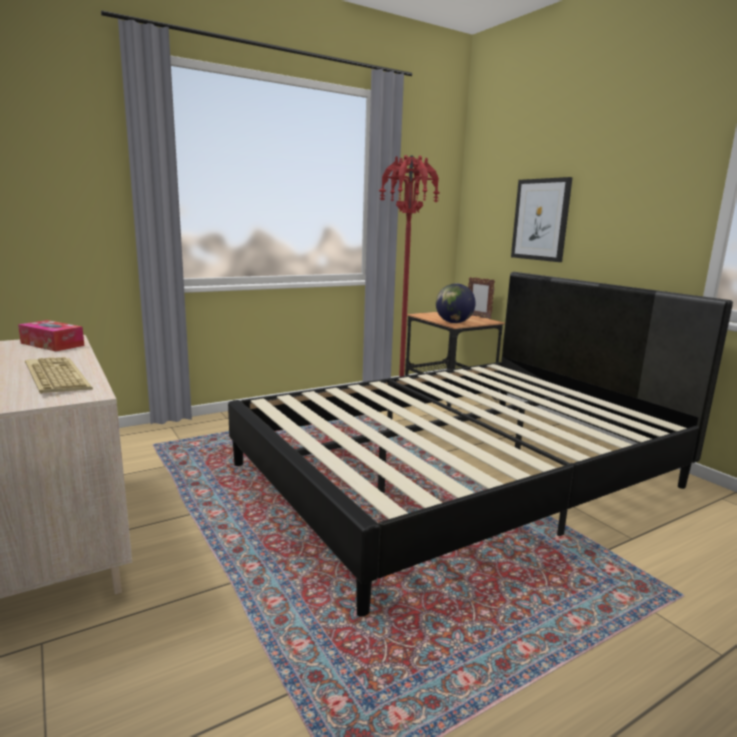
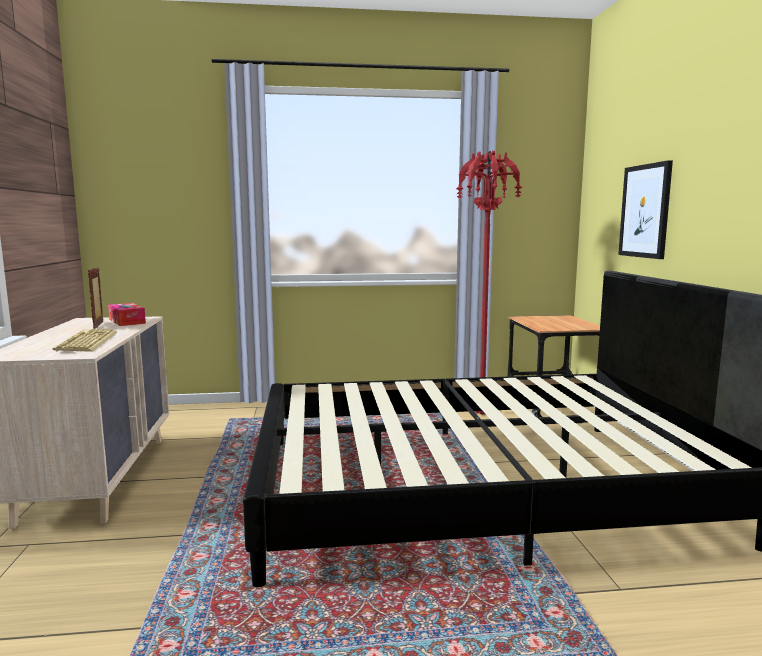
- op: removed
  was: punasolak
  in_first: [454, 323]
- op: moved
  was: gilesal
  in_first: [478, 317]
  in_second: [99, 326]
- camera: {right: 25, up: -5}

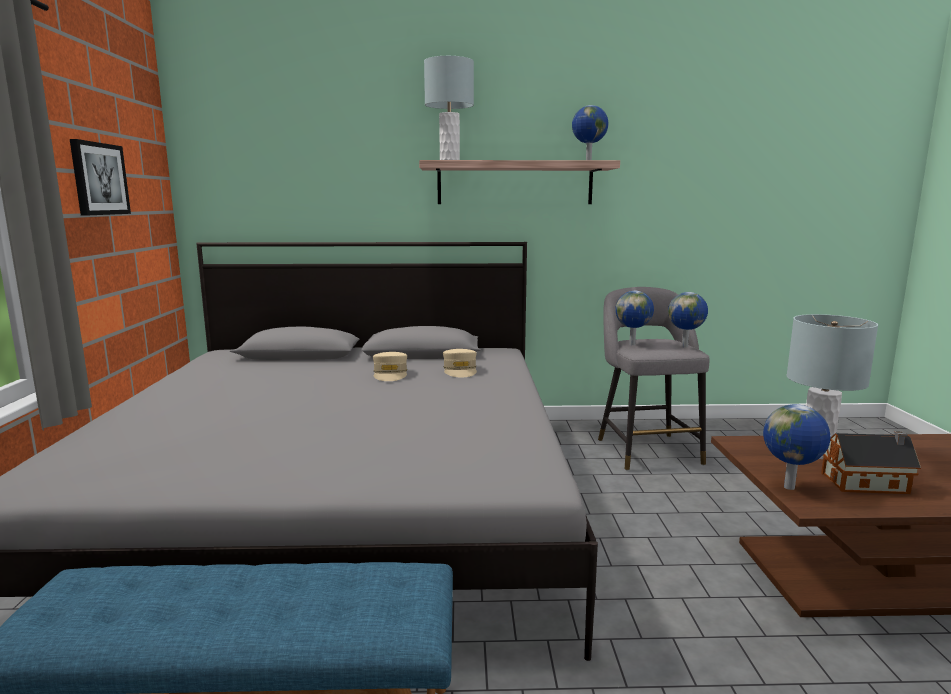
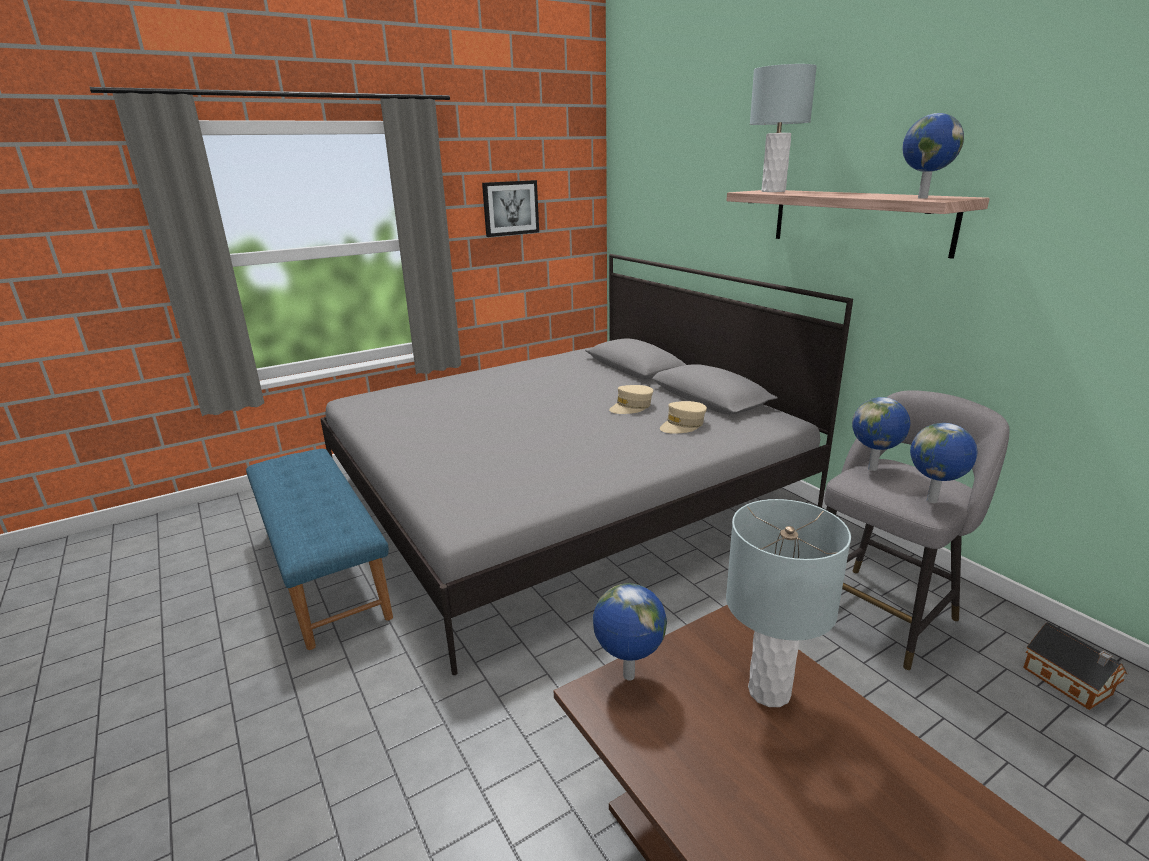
- op: moved
  was: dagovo
  in_first: [868, 483]
  in_second: [1069, 683]
- camera: {right: 60, up: 10}

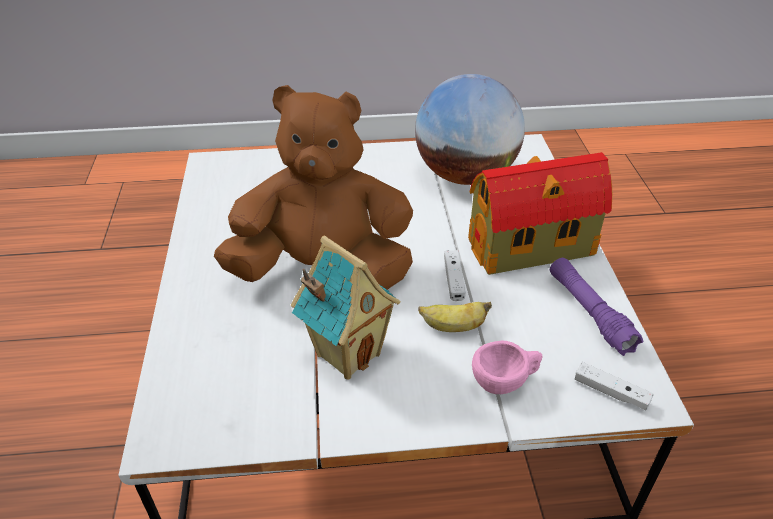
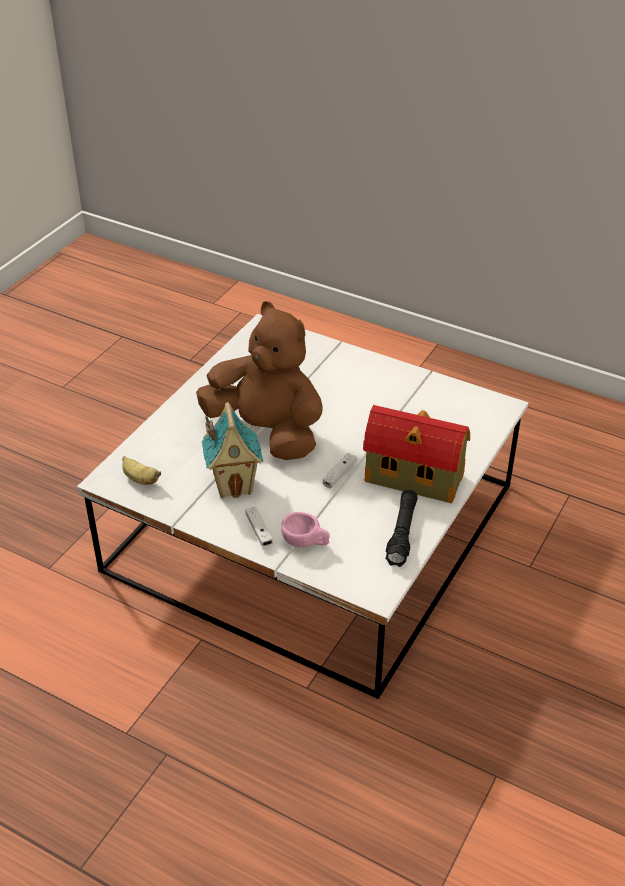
- op: removed
  was: punasolak
  in_first: [465, 175]
- op: moved
  was: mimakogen
  in_first: [453, 327]
  in_second: [140, 479]
- op: moved
  was: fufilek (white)
  in_first: [610, 392]
  in_second: [259, 531]
- op: recoloured
  was: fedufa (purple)
  now: fedufa (black)
  in_first: [589, 312]
  in_second: [402, 533]
- camera: {right: 35, up: 0}

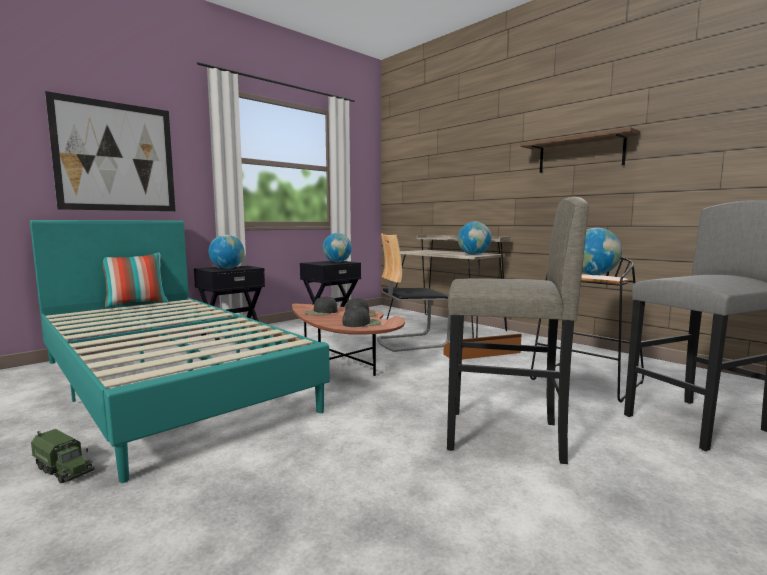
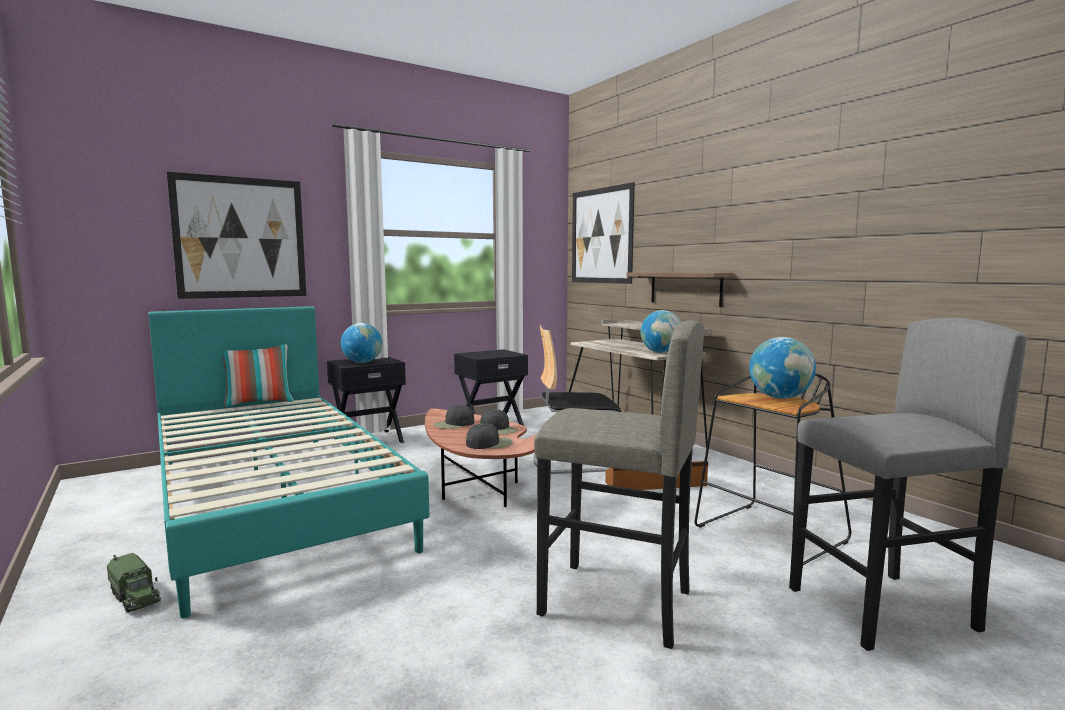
- op: removed
  was: punasolak
  in_first: [337, 262]
- op: added
  now: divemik
  in_second: [601, 236]
- op: moved
  was: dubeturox
  in_first: [580, 154]
  in_second: [685, 288]
- camera: {right: 10, up: 0}

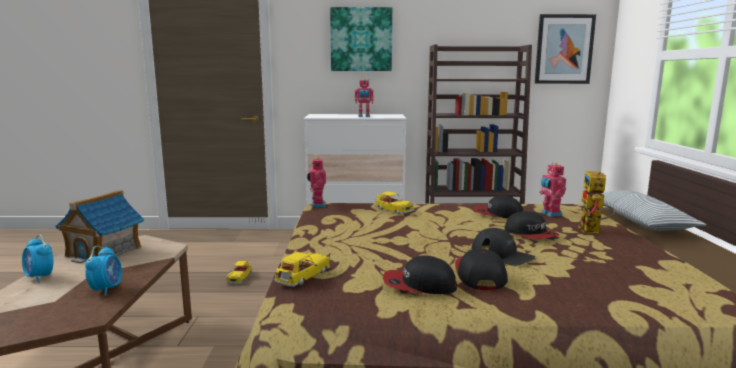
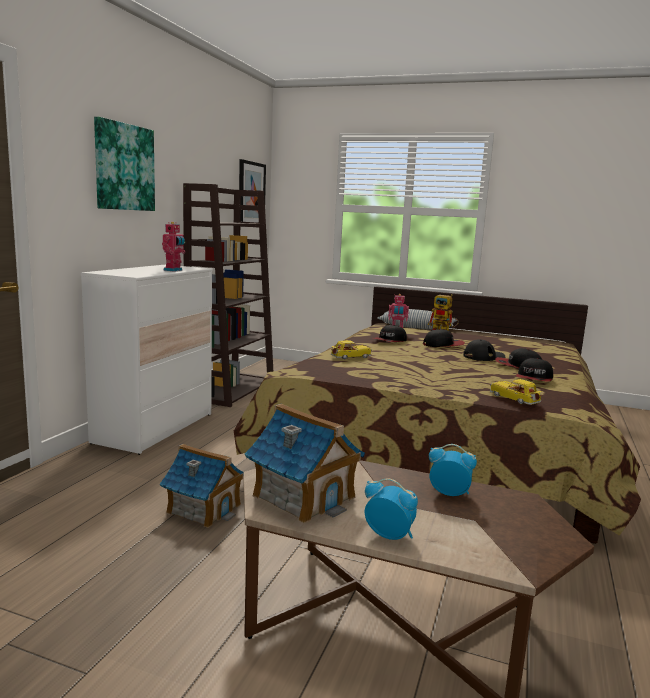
- op: removed
  was: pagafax
  in_first: [317, 205]
- op: replaced
  was: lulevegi
  now: dagovo
  in_first: [239, 277]
  in_second: [204, 508]
- op: turned
  was: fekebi
  in_first: [40, 277]
  in_second: [389, 535]
  clockwise: -120
- camera: {right: -70, up: 0}

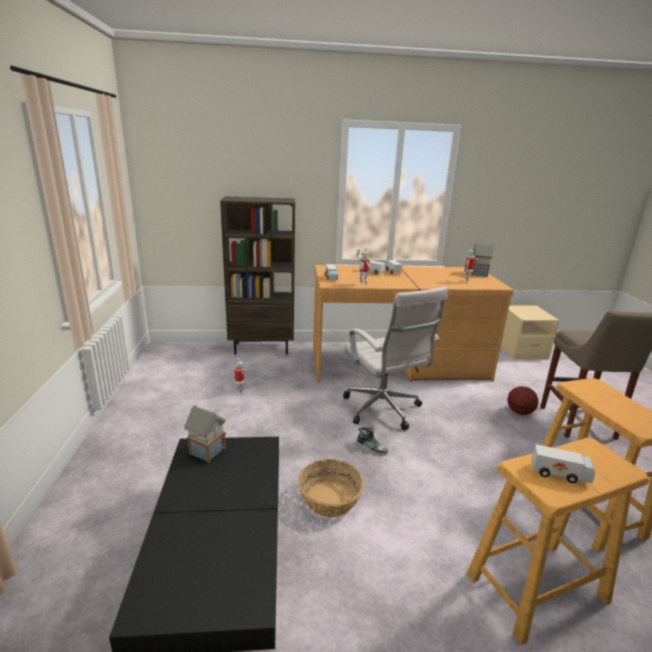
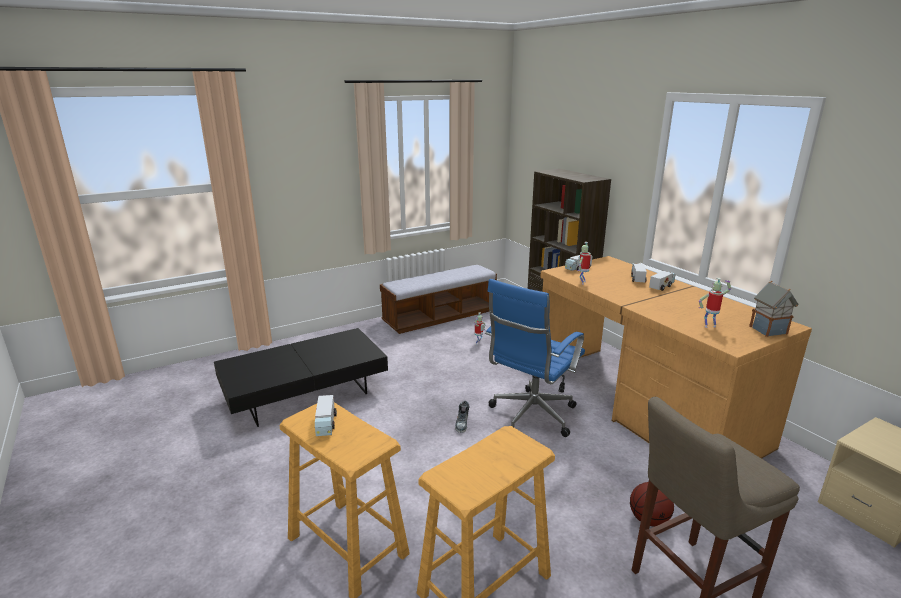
- op: removed
  was: dagovo
  in_first: [206, 451]
- op: removed
  was: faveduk
  in_first: [330, 499]
- op: added
  now: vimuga
  in_second: [440, 317]
- op: recoloured
  was: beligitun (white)
  now: beligitun (blue)
  in_first: [383, 410]
  in_second: [530, 416]
- camera: {right: 65, up: 0}

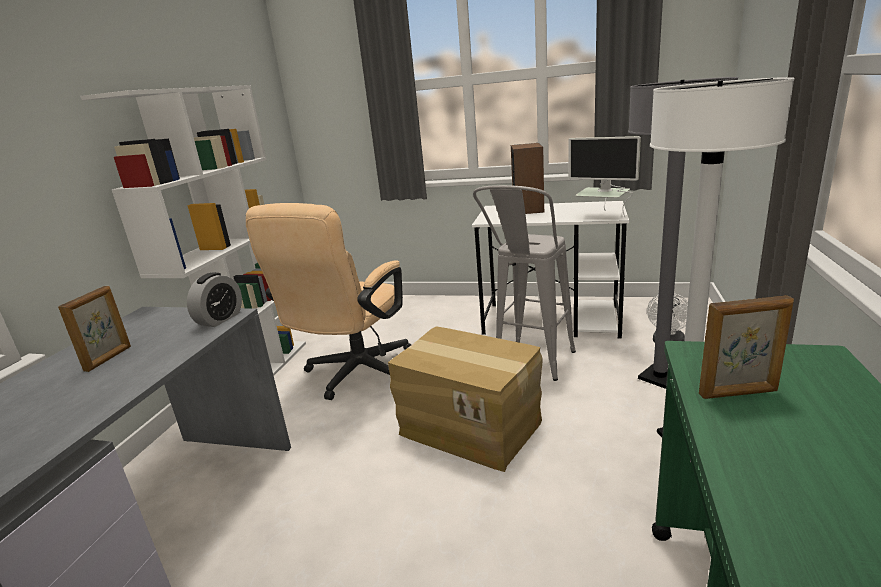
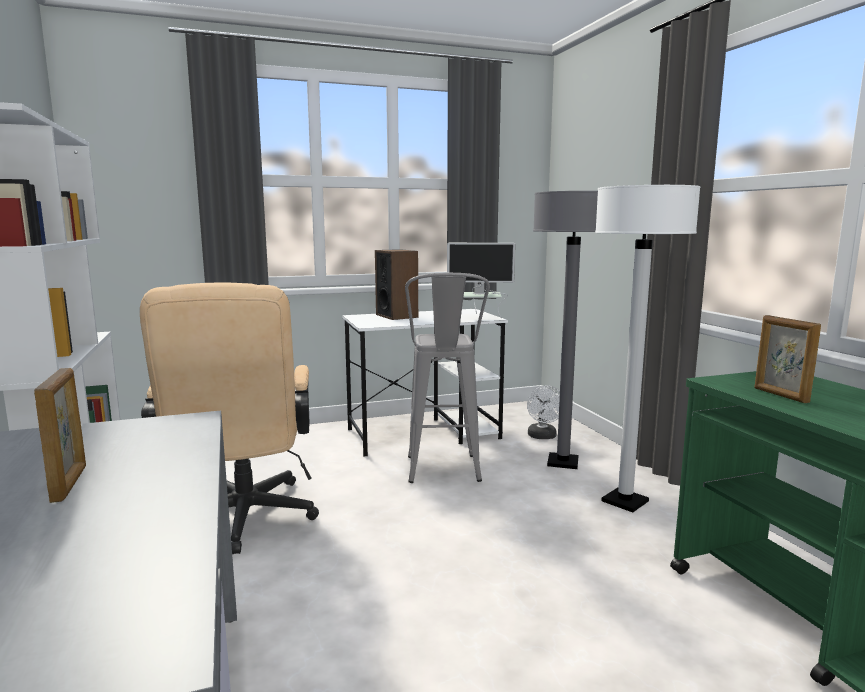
- op: removed
  was: fekebi
  in_first: [220, 319]
- op: removed
  was: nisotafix
  in_first: [471, 426]
- op: turned
  was: gilesal
  in_first: [738, 393]
  in_second: [780, 395]
  clockwise: 105
- camera: {right: -35, up: -10}

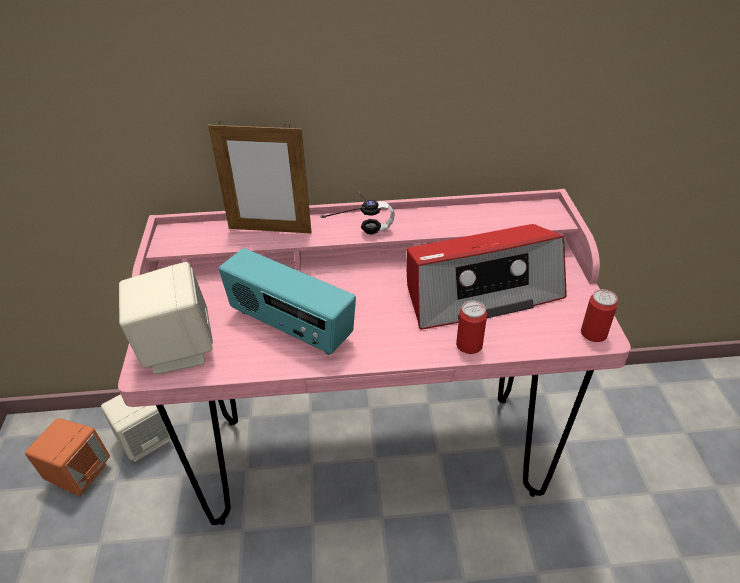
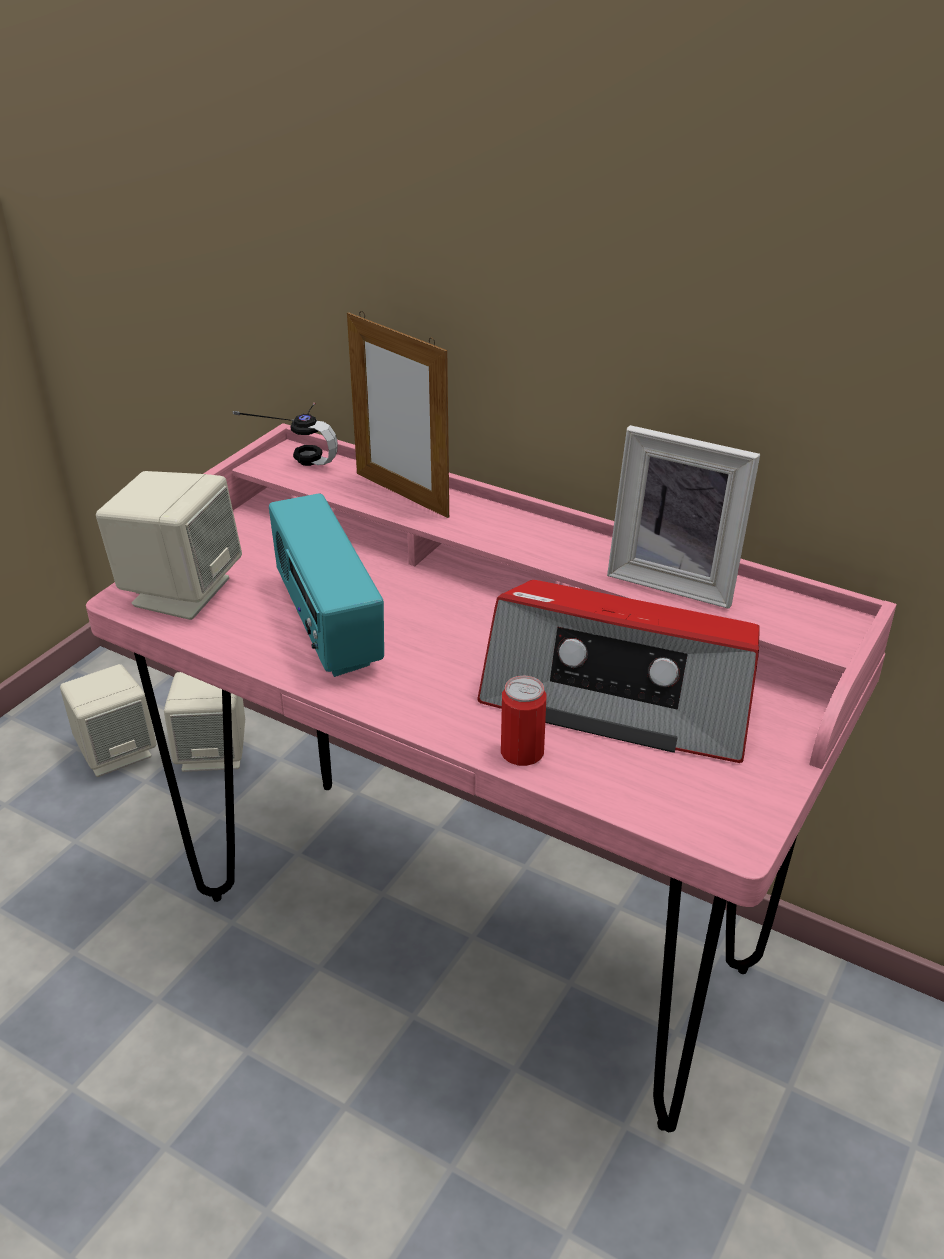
- op: removed
  was: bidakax
  in_first: [593, 333]
- op: added
  now: gilesal
  in_second: [676, 579]
- op: moved
  was: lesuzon
  in_first: [357, 228]
  in_second: [297, 453]
- op: recoloured
  was: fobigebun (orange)
  now: fobigebun (beige)
  in_first: [79, 474]
  in_second: [116, 752]
- camera: {right: 35, up: -5}

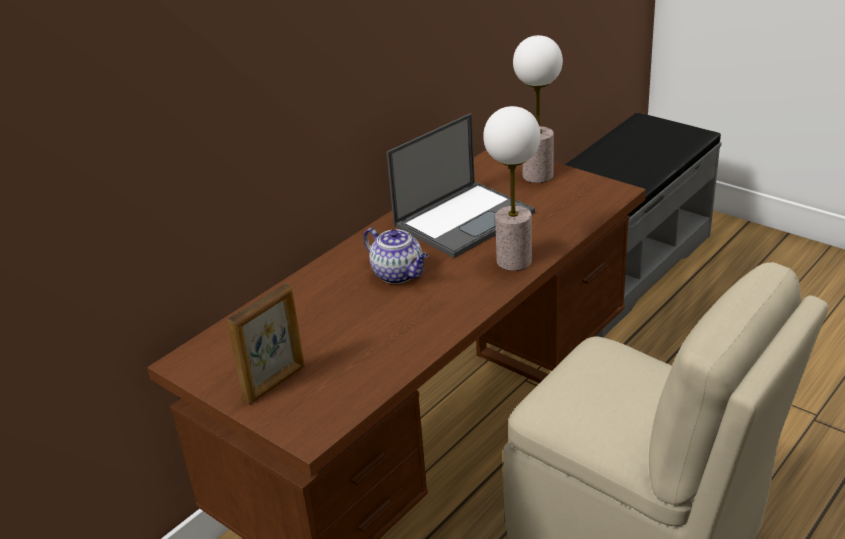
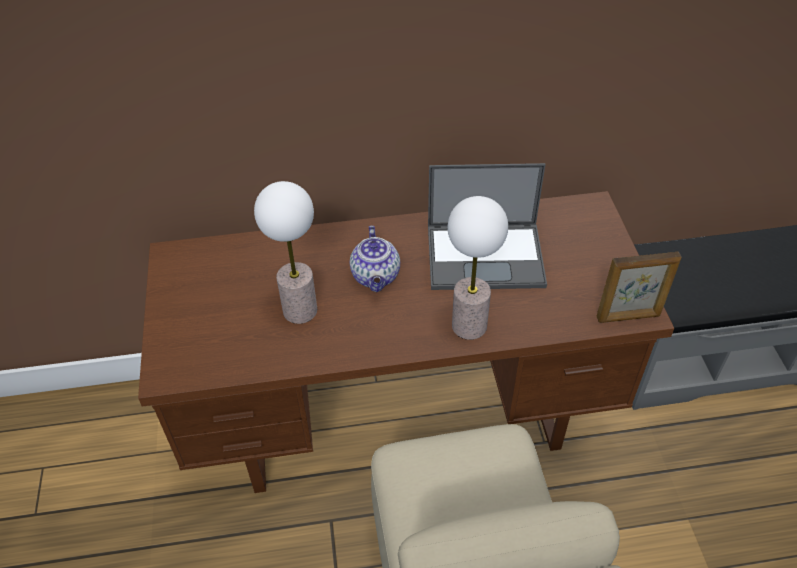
- op: moved
  was: gilesal
  in_first: [276, 383]
  in_second: [628, 317]
- op: moved
  was: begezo
  in_first: [538, 176]
  in_second: [299, 311]
- camera: {right: 40, up: 15}

